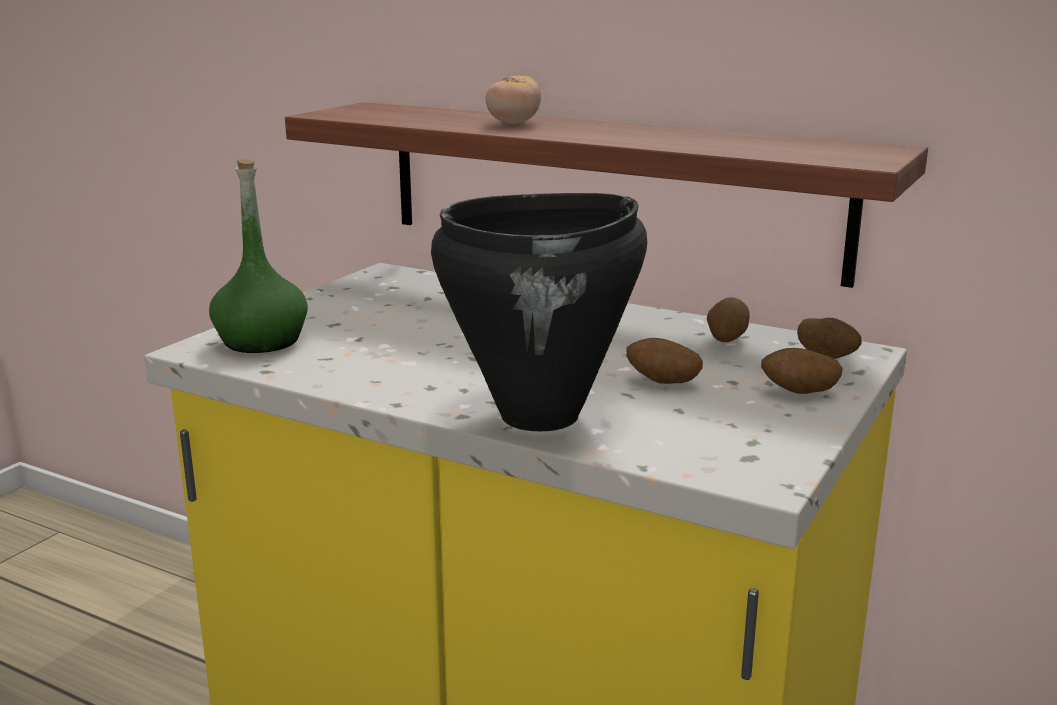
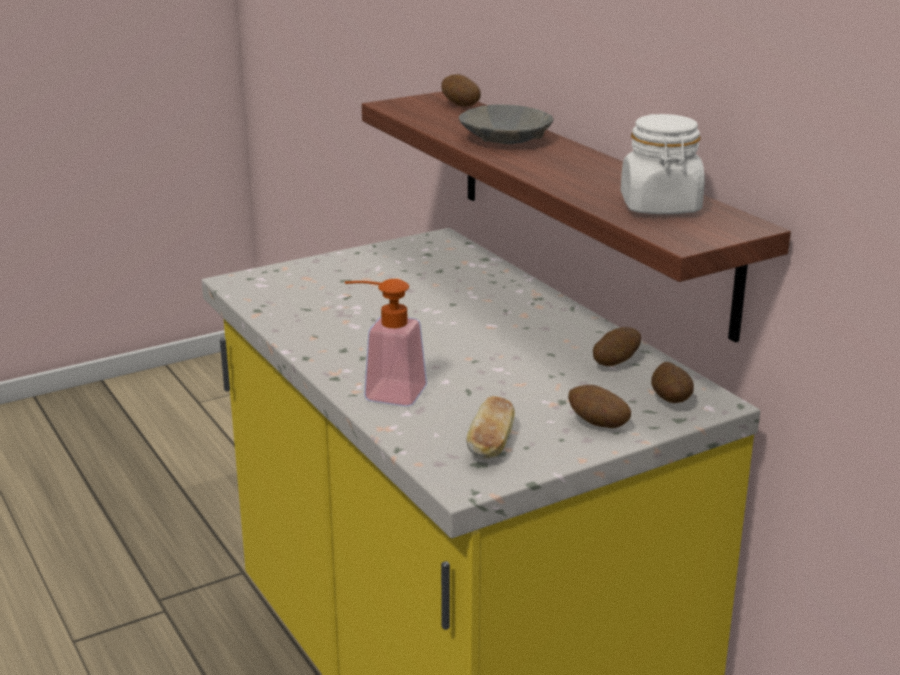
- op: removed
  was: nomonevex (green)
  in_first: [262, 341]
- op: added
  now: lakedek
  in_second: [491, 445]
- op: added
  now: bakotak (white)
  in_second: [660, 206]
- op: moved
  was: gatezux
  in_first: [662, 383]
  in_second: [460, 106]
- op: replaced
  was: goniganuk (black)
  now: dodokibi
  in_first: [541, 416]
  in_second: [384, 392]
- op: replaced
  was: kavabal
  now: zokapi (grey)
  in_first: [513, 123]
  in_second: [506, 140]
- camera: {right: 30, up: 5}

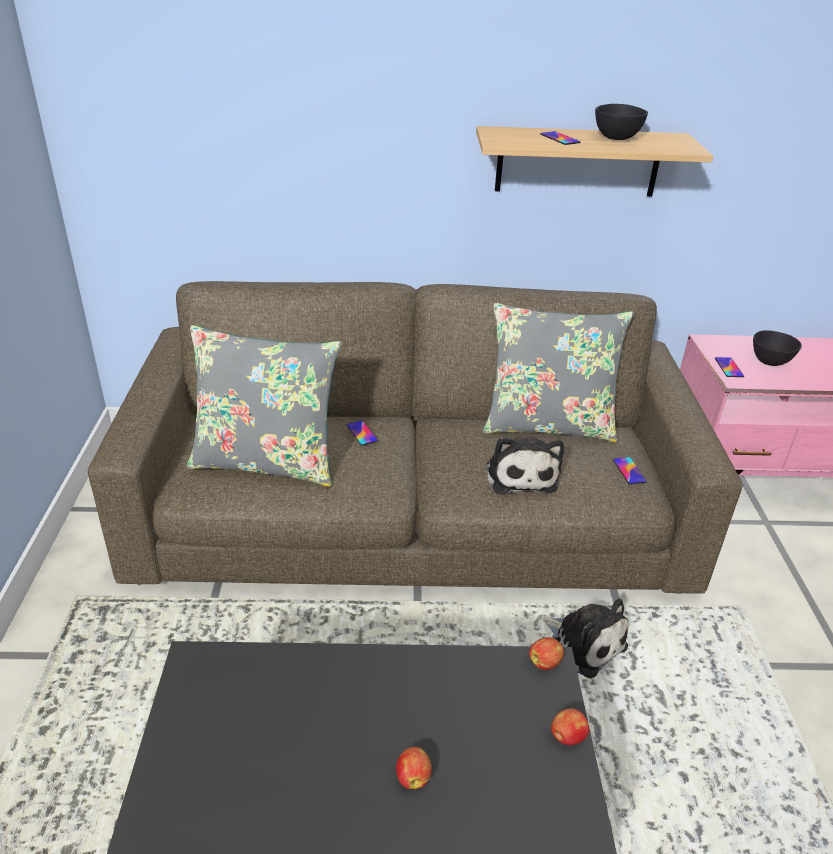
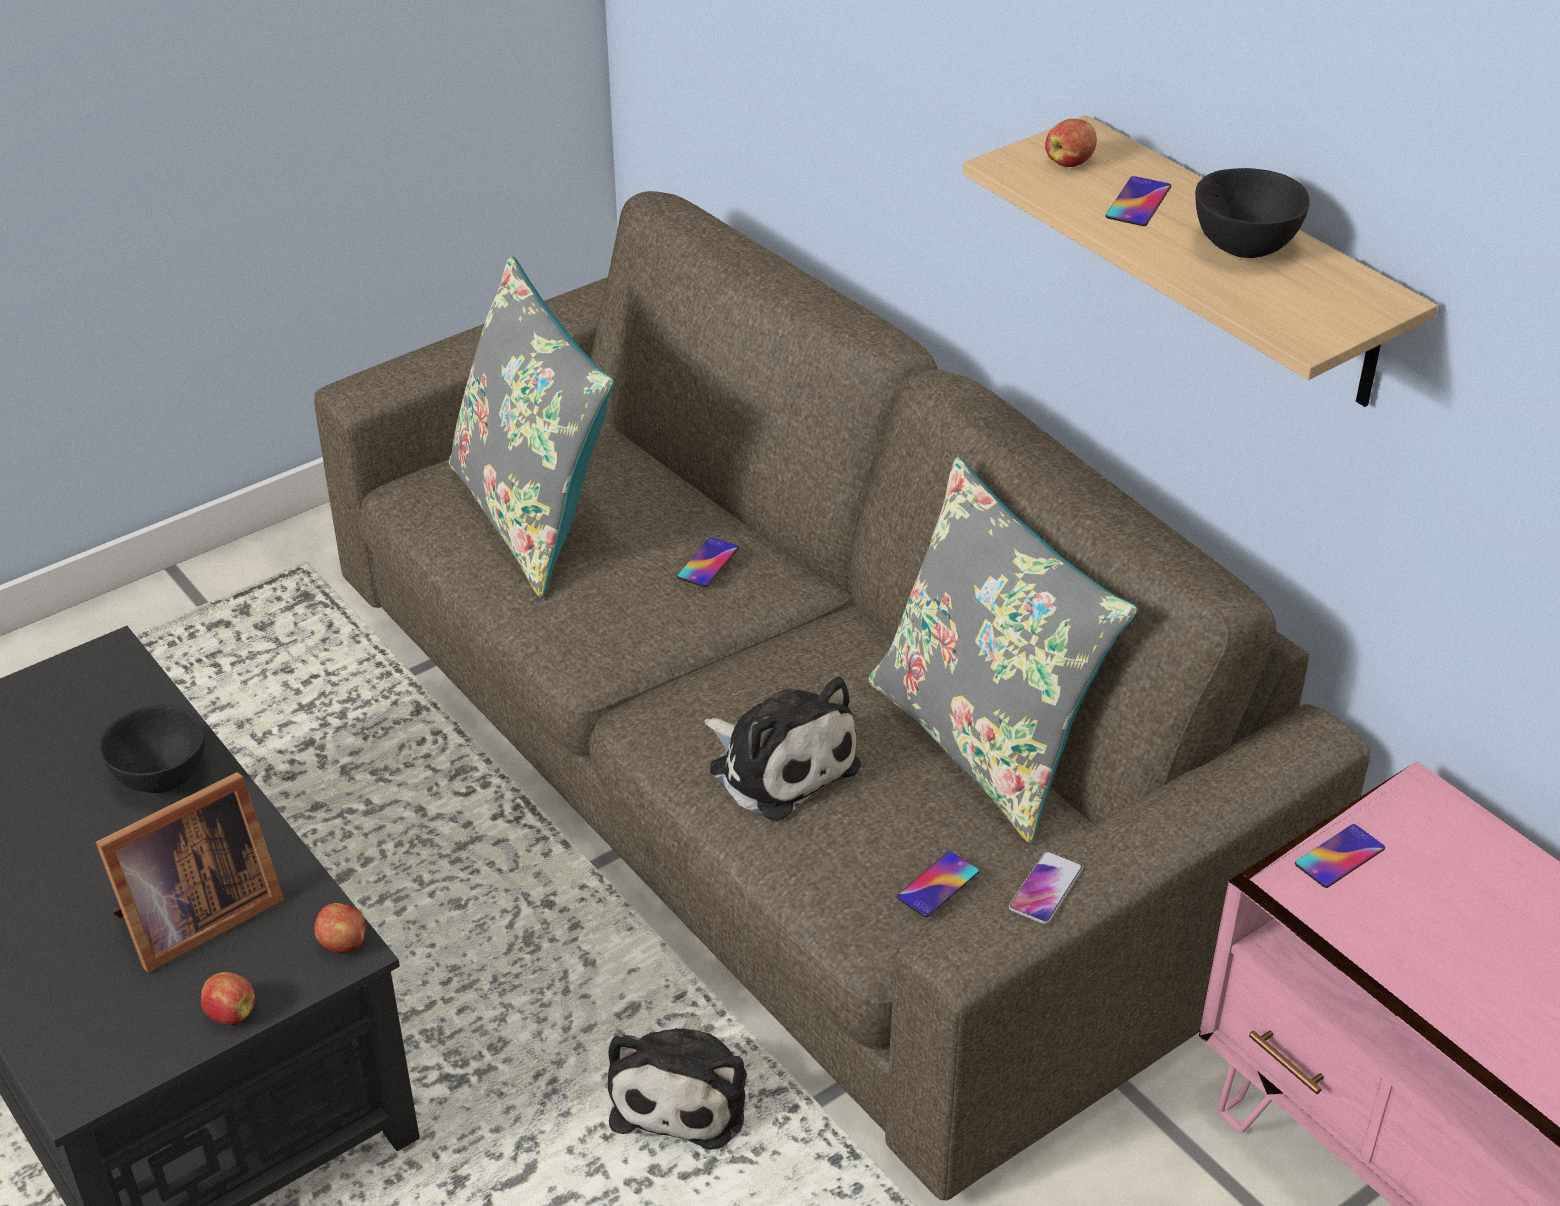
- op: added
  now: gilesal
  in_second: [193, 918]
- op: added
  now: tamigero
  in_second: [1045, 889]
- op: moved
  was: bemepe
  in_first: [413, 777]
  in_second: [1070, 163]
- op: moved
  was: zokapi (black)
  in_first: [770, 362]
  in_second: [162, 779]
- op: turned
  was: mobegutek
  in_first: [520, 474]
  in_second: [779, 764]
  clockwise: -90
- camera: {right: 55, up: 5}

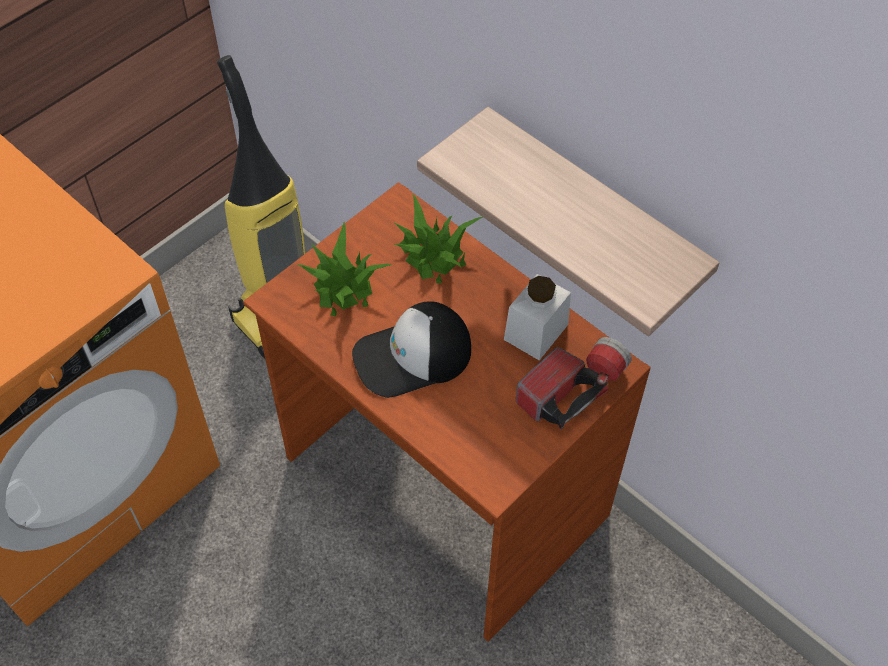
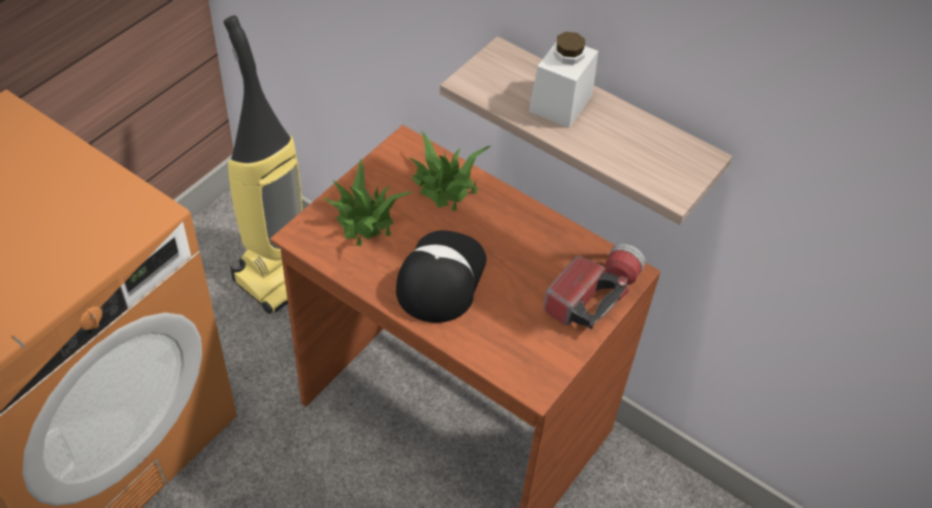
- op: moved
  was: bakotak (white)
  in_first: [536, 332]
  in_second: [561, 103]
- op: turned
  was: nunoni
  in_first: [412, 356]
  in_second: [440, 277]
  clockwise: 135
- camera: {right: -10, up: -5}

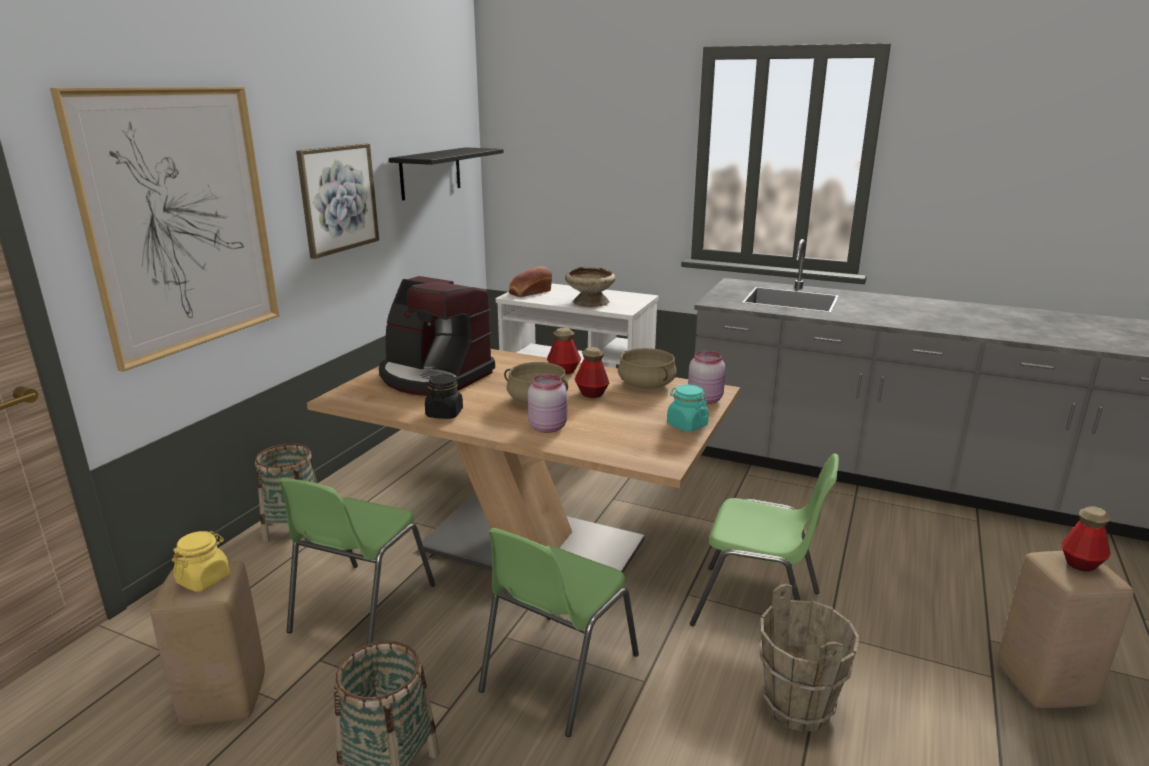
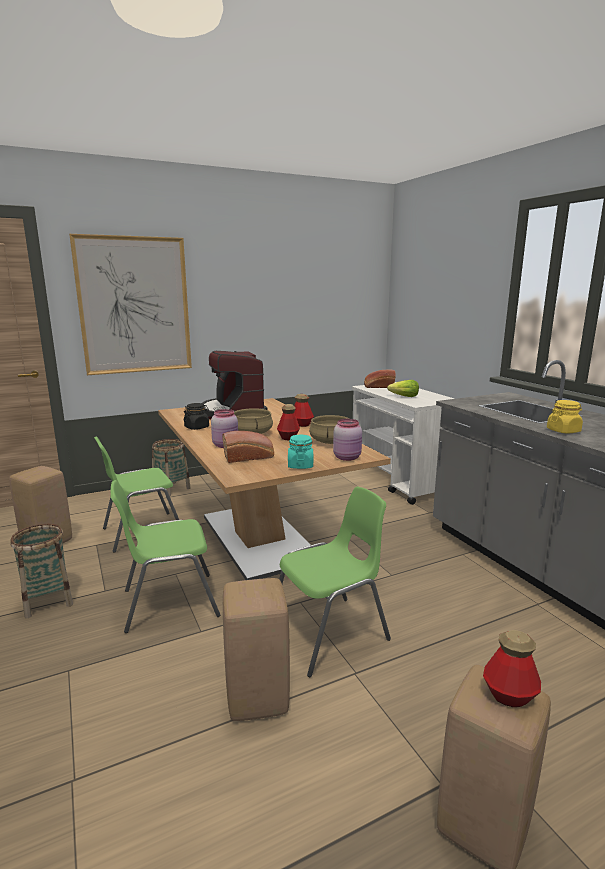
- op: removed
  was: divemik
  in_first: [338, 199]
- op: removed
  was: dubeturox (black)
  in_first: [430, 173]
- op: added
  now: lakedek
  in_second: [249, 457]
- op: moved
  was: bakotak (yellow)
  in_first: [204, 579]
  in_second: [563, 431]
- op: replaced
  was: zokapi (beige)
  now: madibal
  in_first: [589, 302]
  in_second: [404, 397]
- op: replaced
  was: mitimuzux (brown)
  now: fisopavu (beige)
  in_first: [798, 706]
  in_second: [258, 699]
- op: turned
  was: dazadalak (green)
  in_first: [758, 608]
  in_second: [330, 633]
  clockwise: -90
- camera: {right: 40, up: -5}

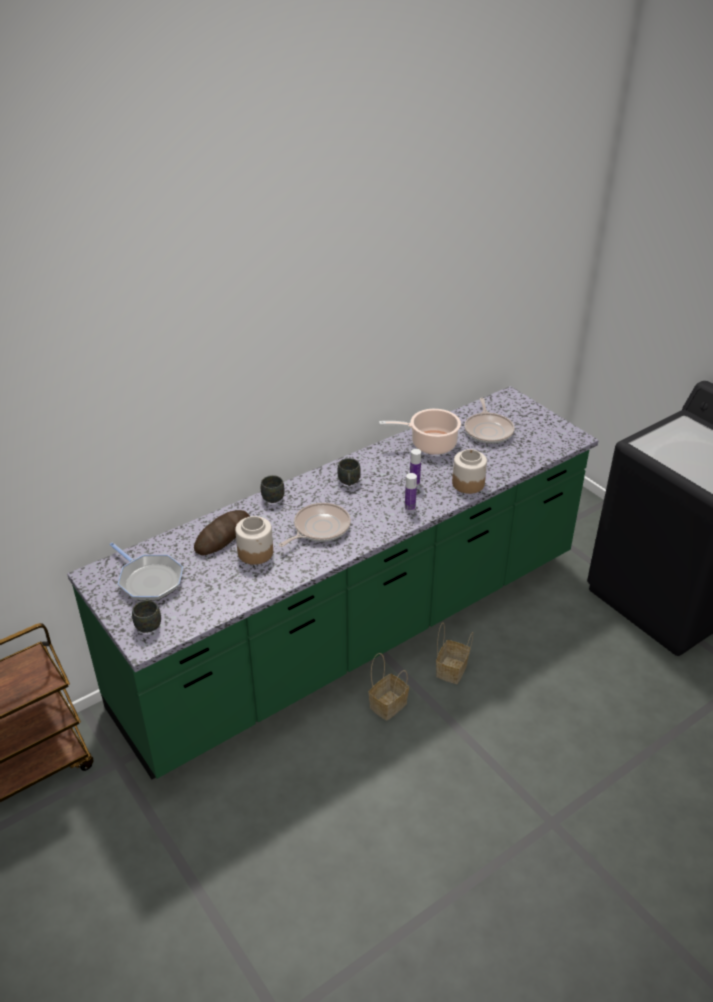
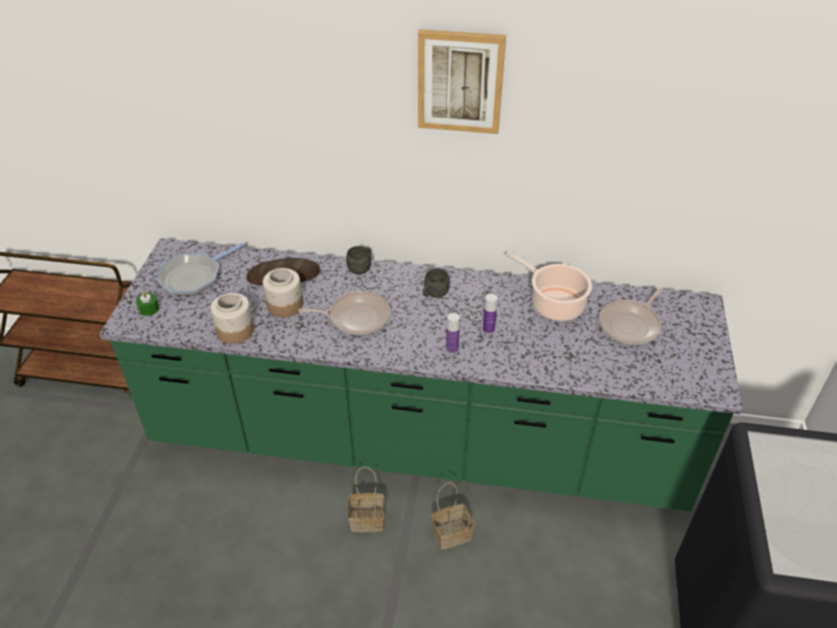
- op: added
  now: divemik
  in_second: [460, 81]
- op: moved
  was: bakotak
  in_first: [468, 483]
  in_second: [235, 330]
- op: replaced
  was: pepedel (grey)
  now: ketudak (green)
  in_first: [148, 623]
  in_second: [149, 309]
- op: turned
  was: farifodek
  in_first: [149, 580]
  in_second: [194, 277]
  clockwise: 45
- camera: {right: 45, up: 5}

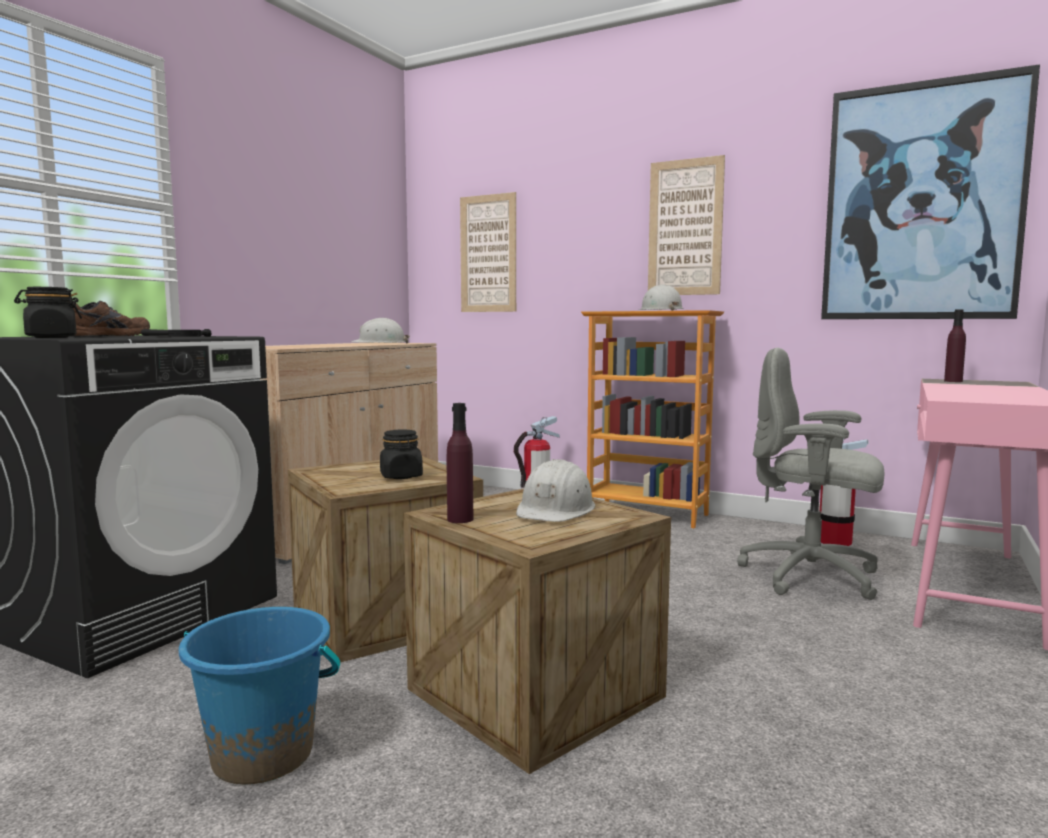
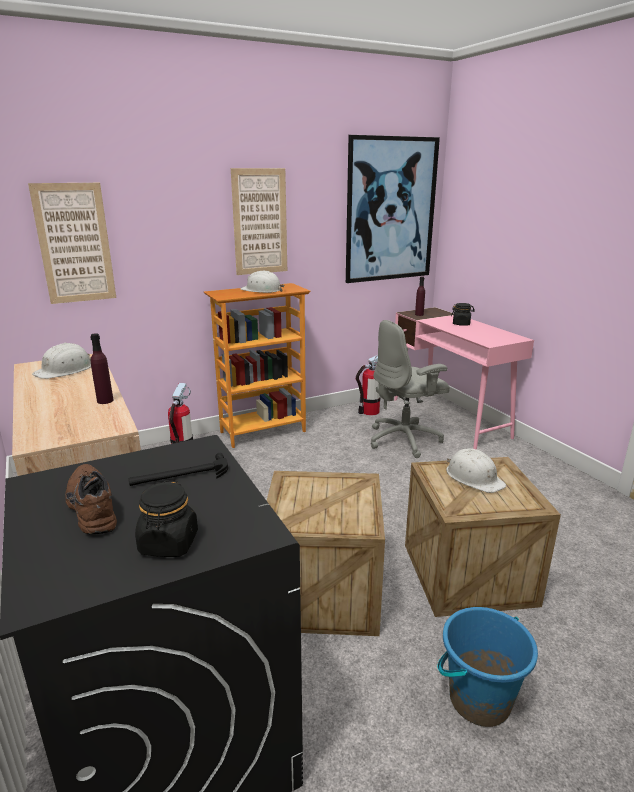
- op: moved
  was: bakotak (black)
  in_first: [401, 476]
  in_second: [461, 324]
- op: moved
  was: nomonevex (purple)
  in_first: [460, 519]
  in_second: [105, 401]
- camera: {right: -55, up: 15}

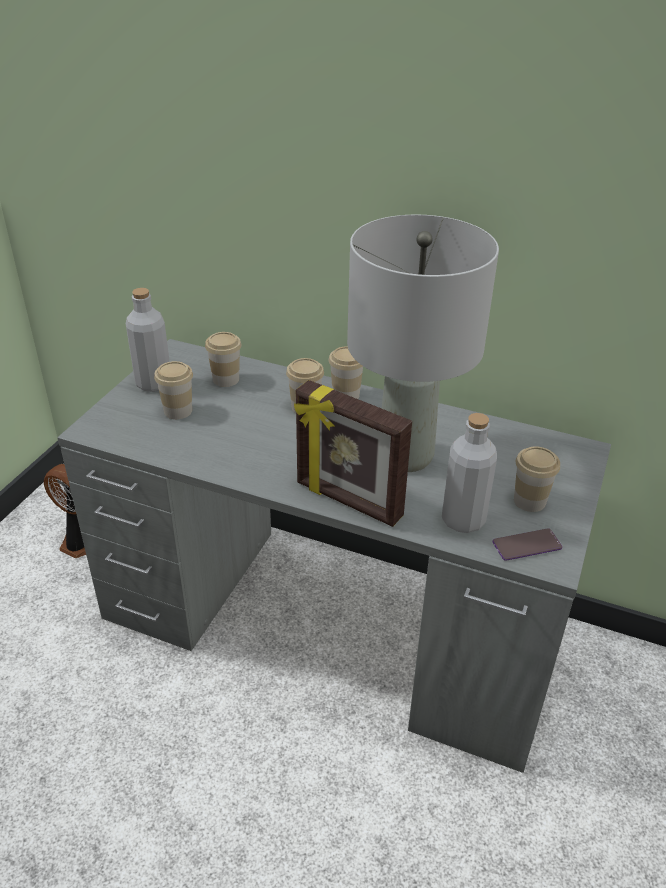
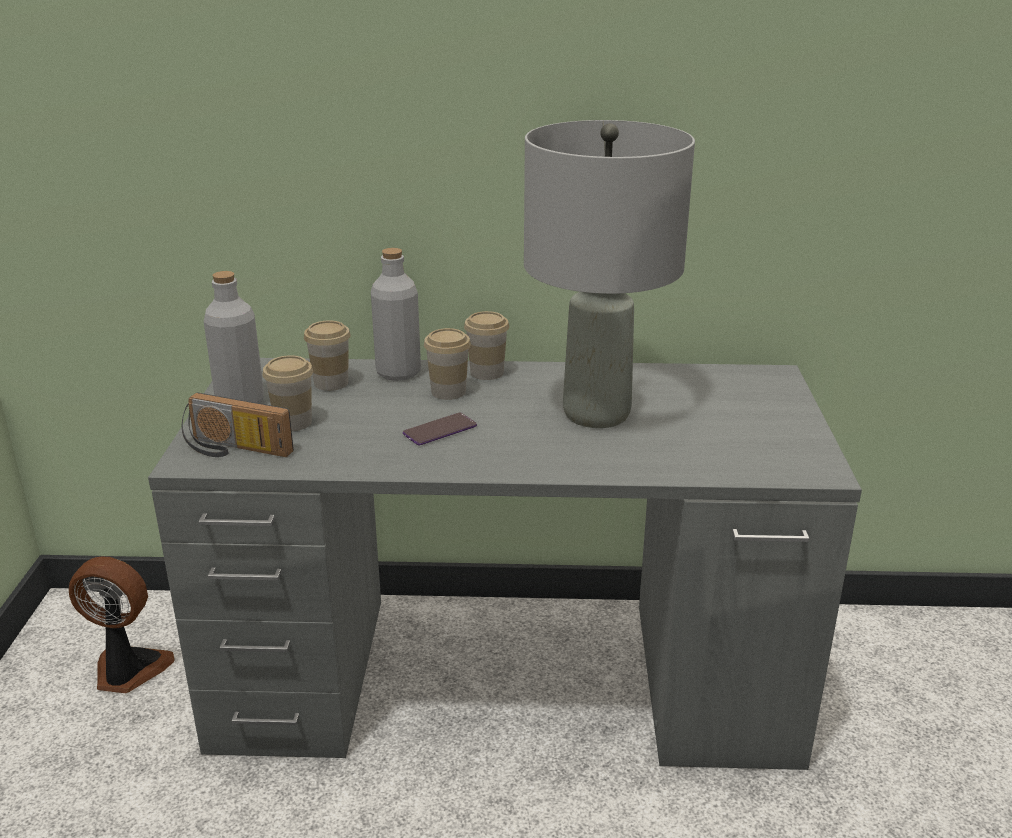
- op: removed
  was: gilesal
  in_first: [348, 501]
- op: removed
  was: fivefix
  in_first: [529, 501]
- op: added
  now: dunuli
  in_second: [234, 450]
- op: moved
  was: nomonevex (grey)
  in_first: [463, 520]
  in_second: [398, 372]
- op: moved
  was: tamigero
  in_first: [527, 545]
  in_second: [440, 430]
- camera: {right: -20, up: -10}

